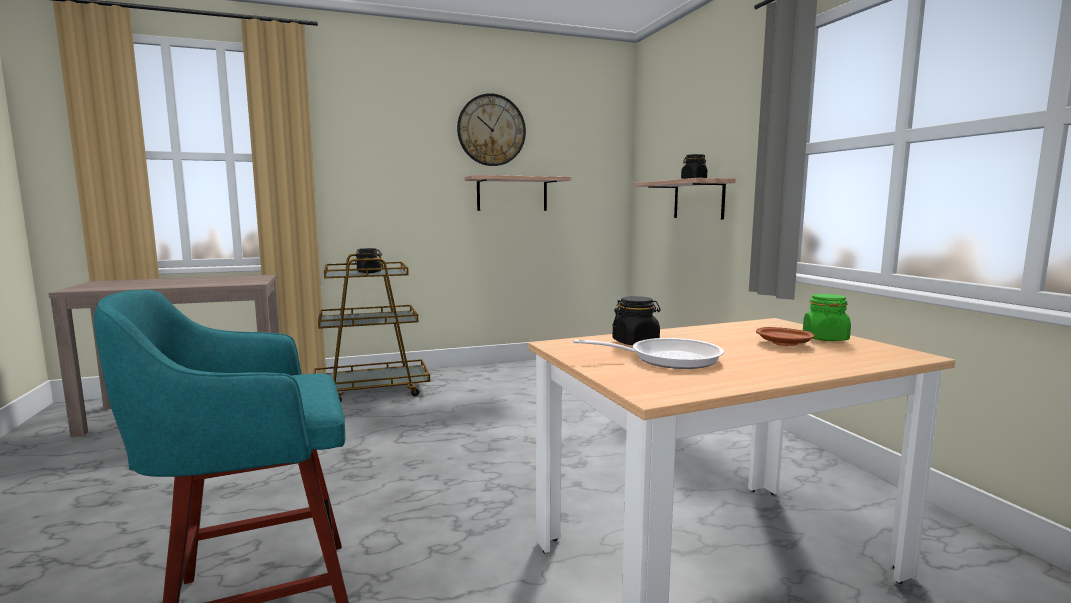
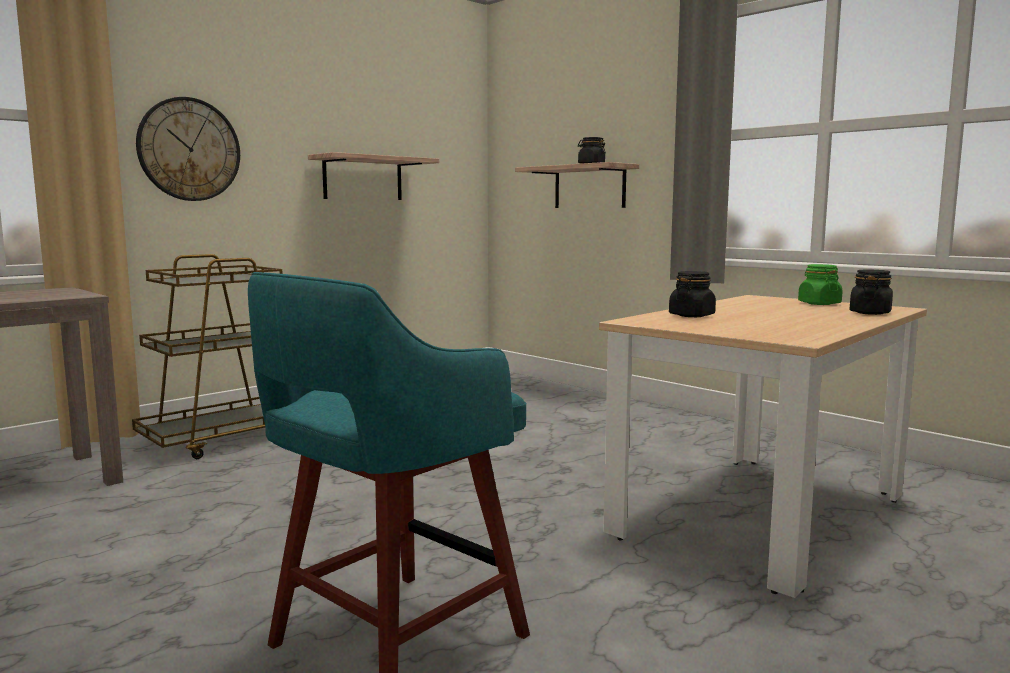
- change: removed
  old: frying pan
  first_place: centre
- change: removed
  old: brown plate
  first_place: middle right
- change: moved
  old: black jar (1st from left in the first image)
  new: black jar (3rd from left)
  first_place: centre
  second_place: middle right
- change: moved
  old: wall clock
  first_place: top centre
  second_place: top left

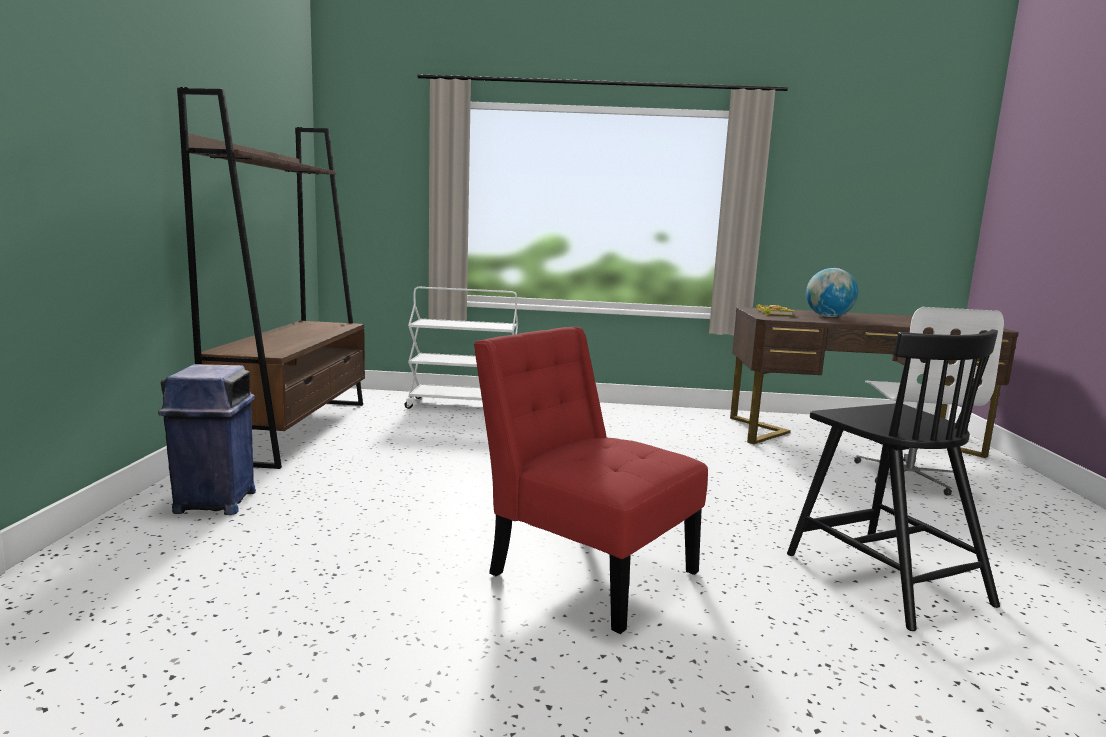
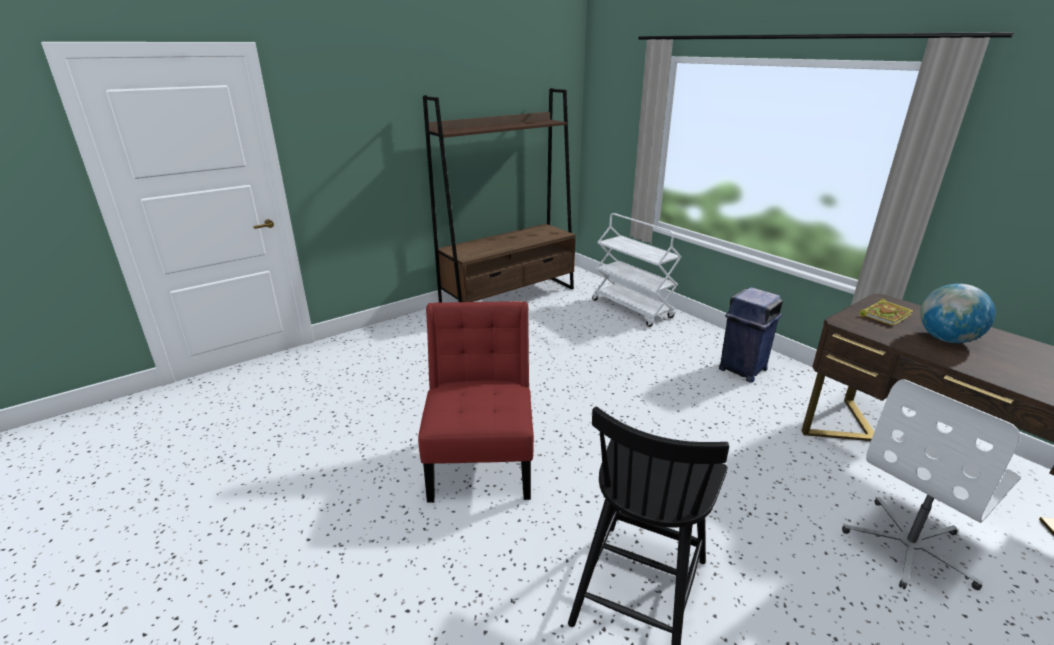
- change: moved
  old: blue trash can
  first_place: middle left
  second_place: middle right

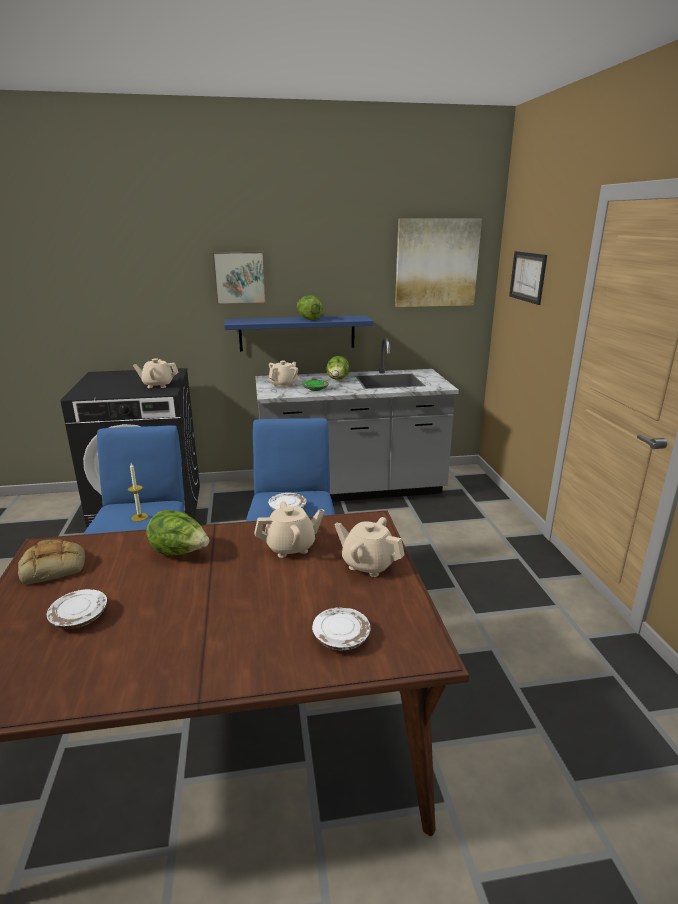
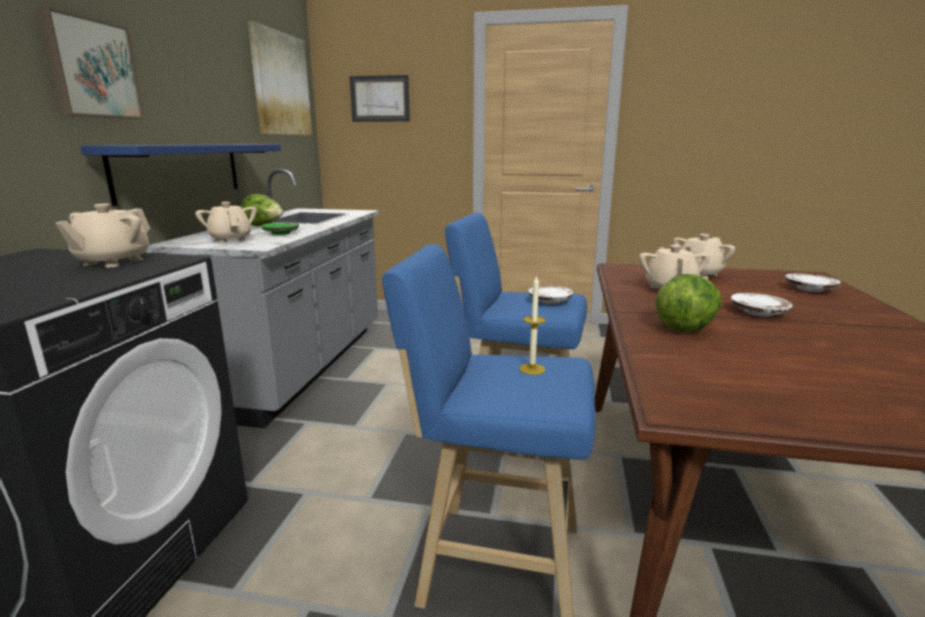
- change: removed
  old: bread
  first_place: middle left
- change: removed
  old: lettuce (2nd from left)
  first_place: centre
- change: moved
  old: white plate (1st from left in the first image)
  new: white plate (2nd from left)
  first_place: bottom left
  second_place: middle right

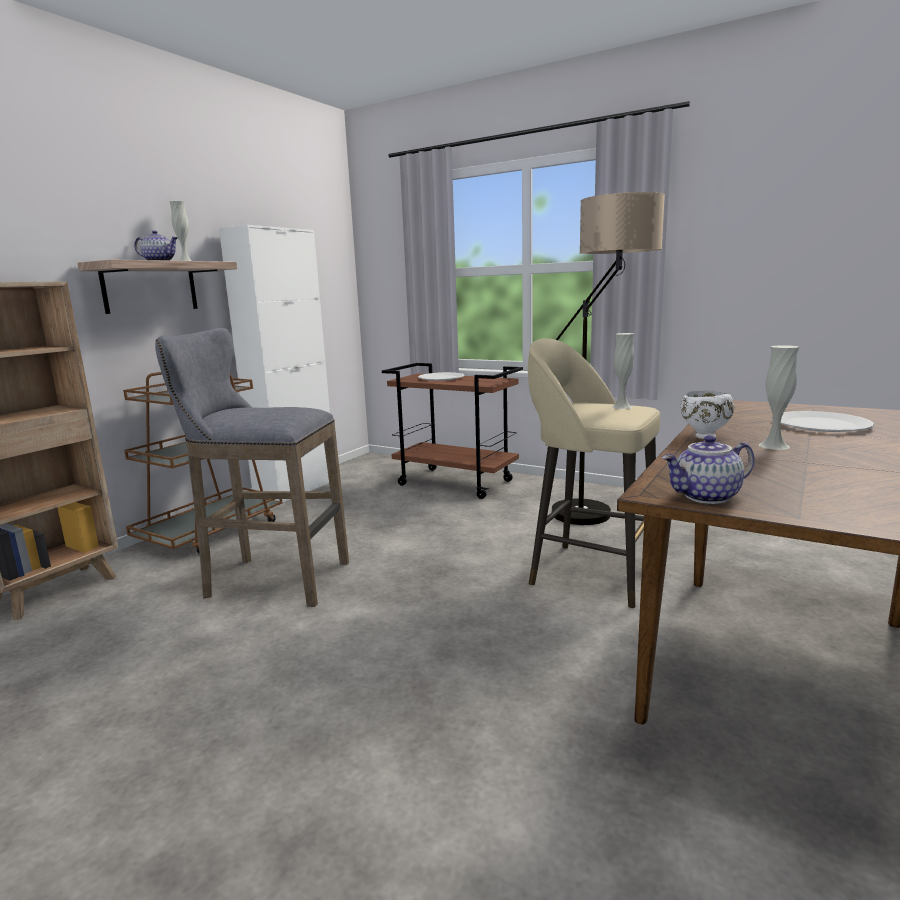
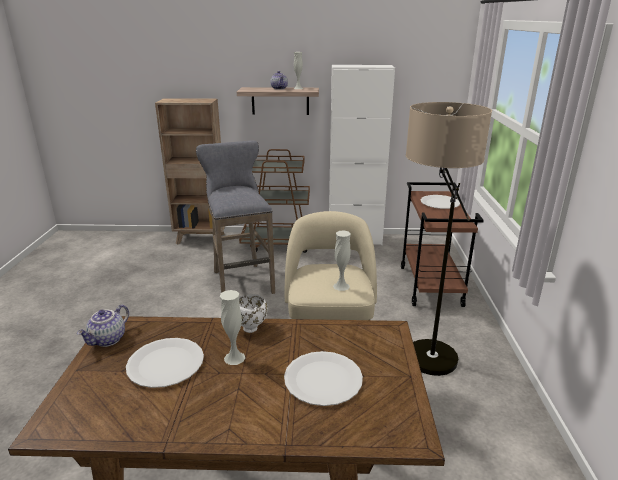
- change: added
  new: white plate (1st from left)
  second_place: bottom left
- change: turned
  old: teapot (2nd from left in the first image)
  first_place: middle right
  second_place: bottom left
  degrees: -105

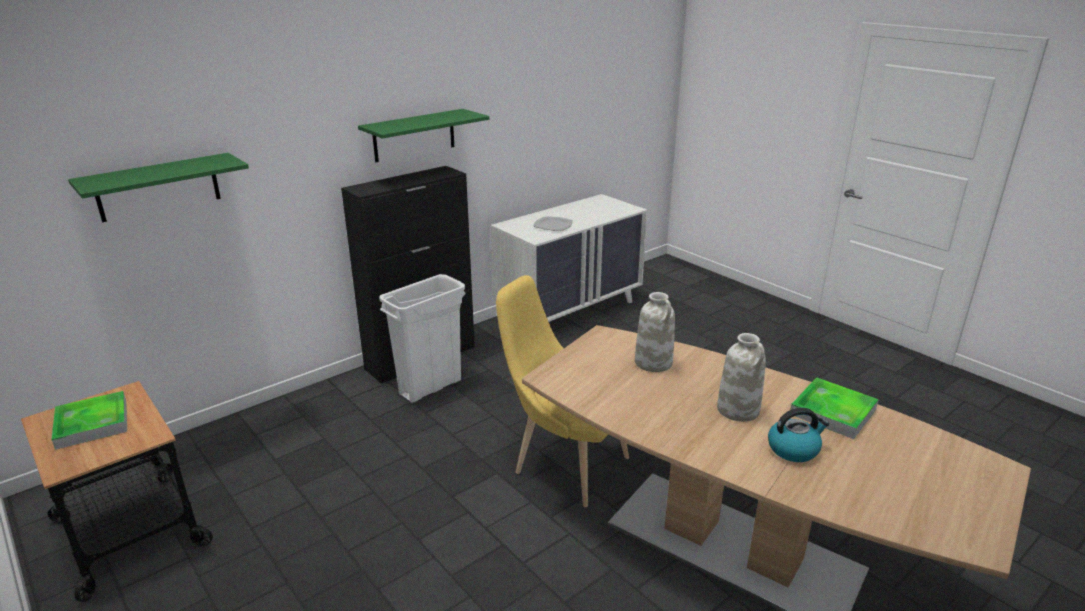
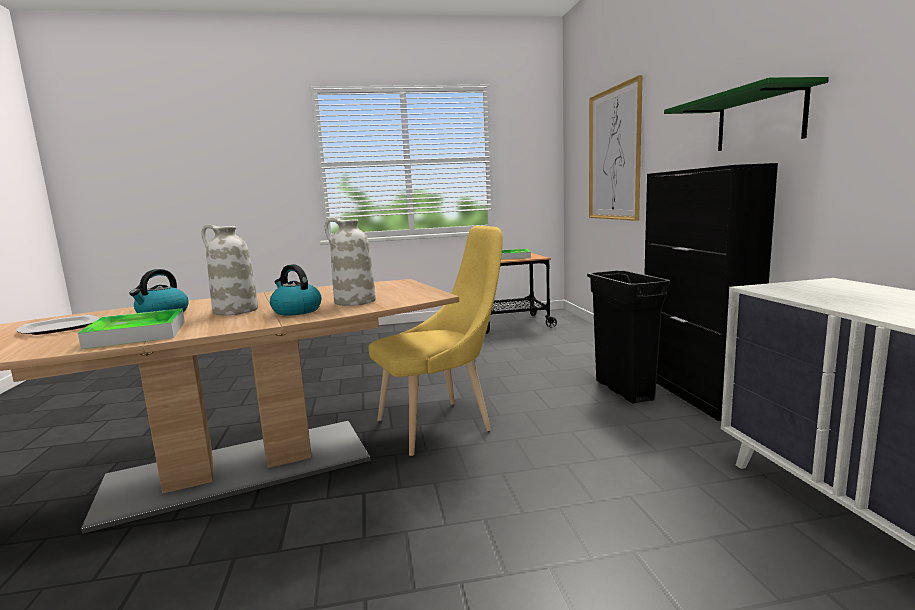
- change: added
  new: kettle (2nd from left)
  second_place: middle left
- change: moved
  old: plate
  first_place: centre
  second_place: middle left
- change: replaced
  old: green shelf (1st from left)
  new: picture
  first_place: top left
  second_place: top right
- change: recoloured
  old: white trash can
  new: black trash can
  first_place: centre
  second_place: middle right

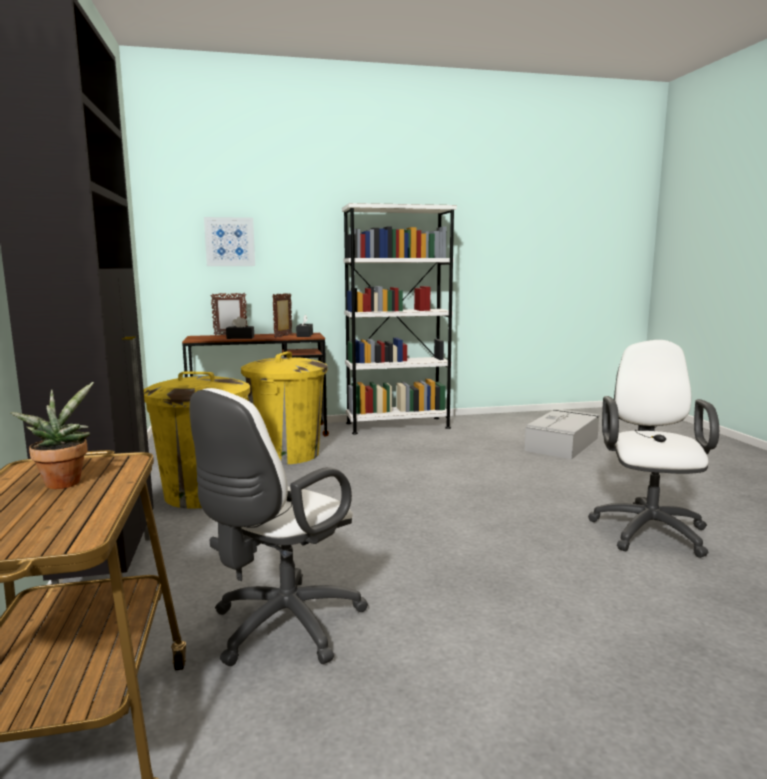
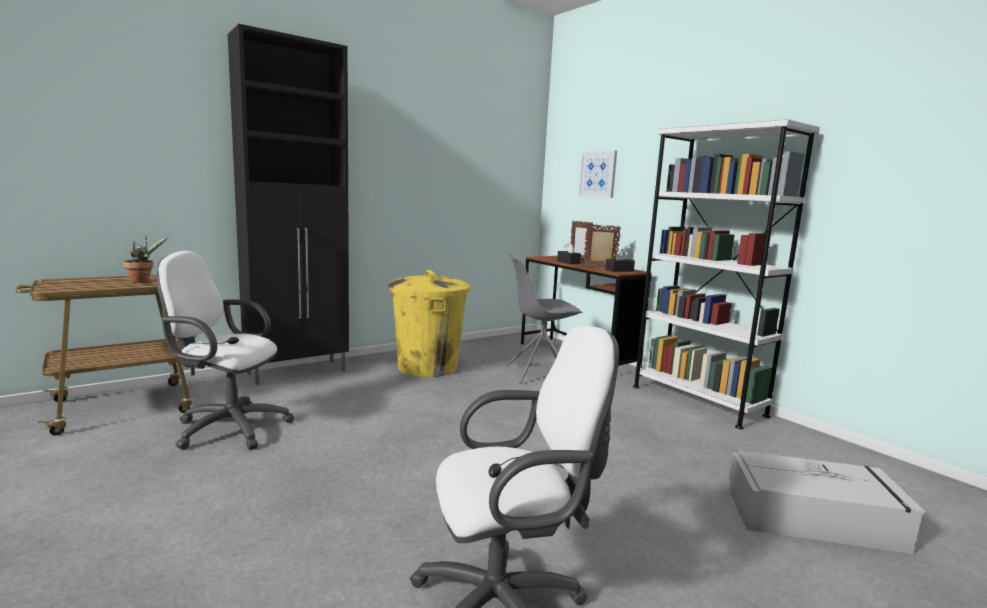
- change: replaced
  old: yellow trash can (2nd from left)
  new: grey chair
  first_place: centre
  second_place: centre

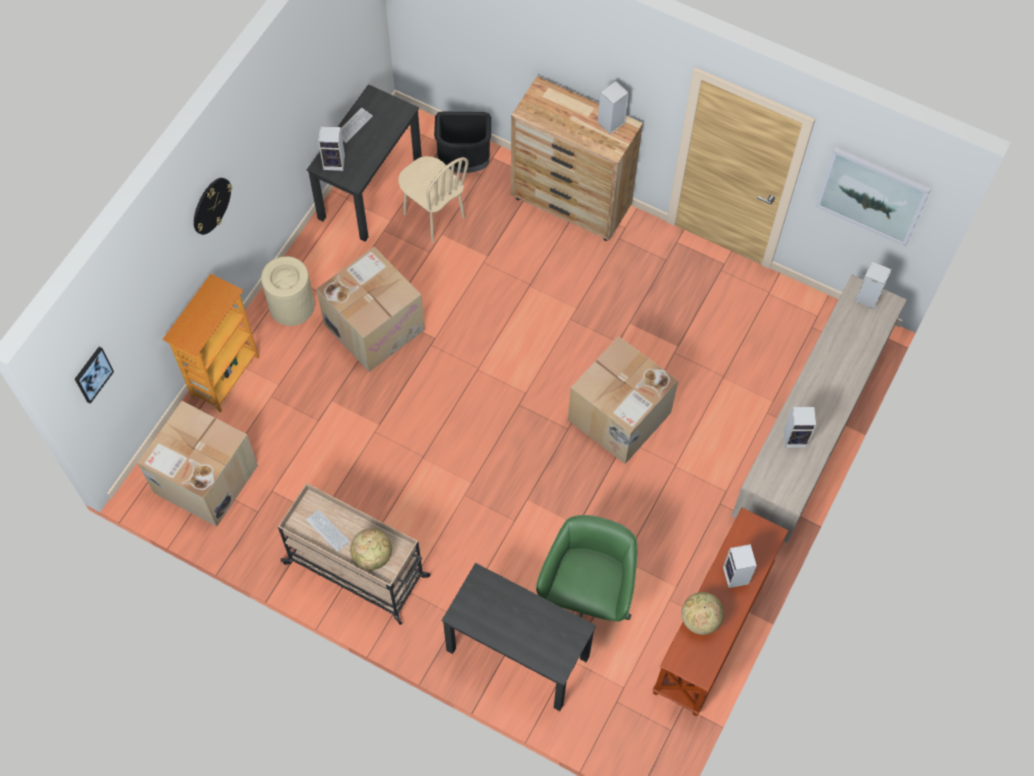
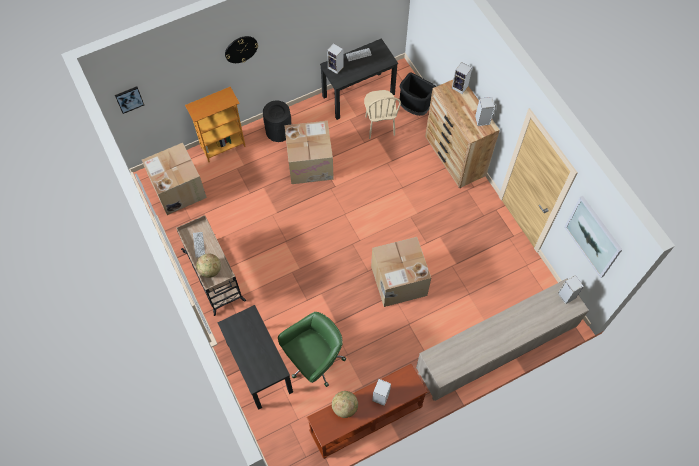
- change: moved
  old: speaker (4th from left in the first image)
  new: speaker (3rd from left)
  first_place: middle right
  second_place: top centre
- change: recoloured
  old: beige trash can
  new: black trash can (1st from left)
  first_place: middle left
  second_place: top centre

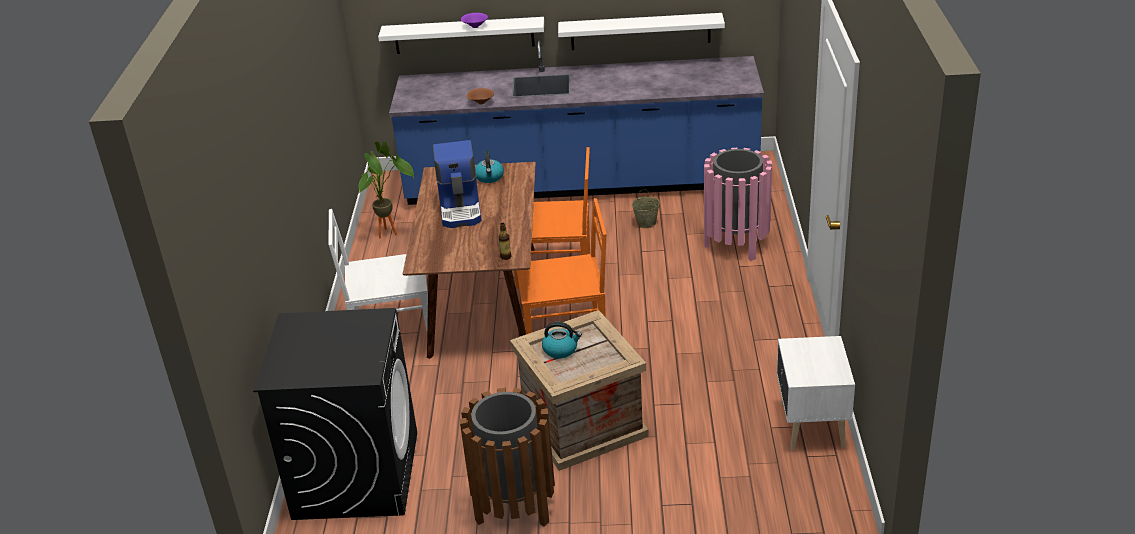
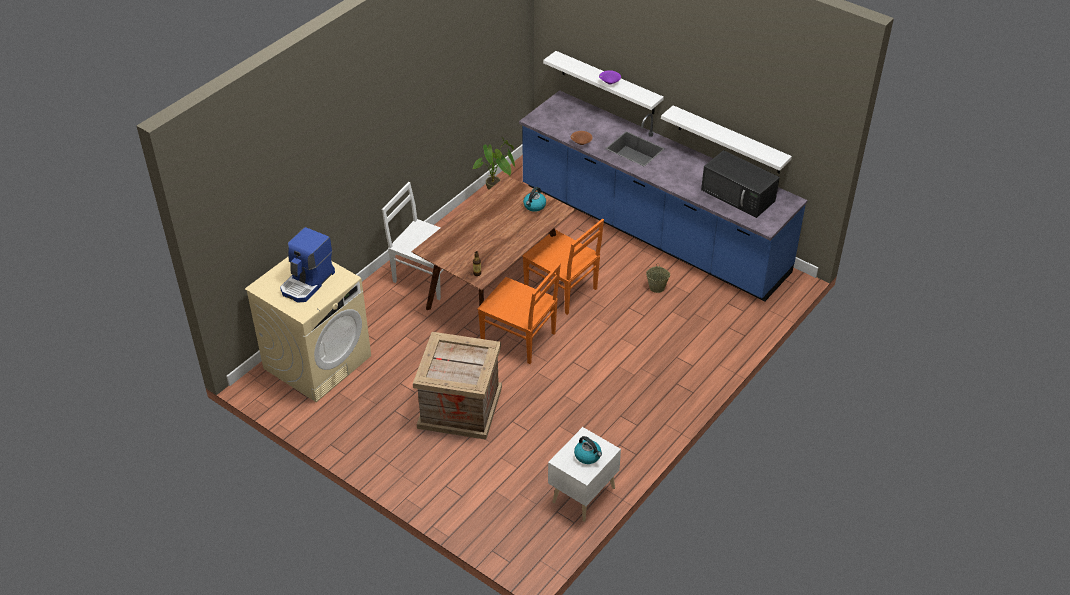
- change: removed
  old: brown trash can
  first_place: bottom centre
- change: removed
  old: pink trash can
  first_place: centre
- change: added
  new: black microwave
  second_place: top right
- change: moved
  old: coffee machine
  first_place: centre
  second_place: middle left
- change: moved
  old: kettle (2nd from left)
  first_place: centre
  second_place: bottom centre
- change: recoloured
  old: black washing machine
  new: beige washing machine
  first_place: bottom left
  second_place: middle left

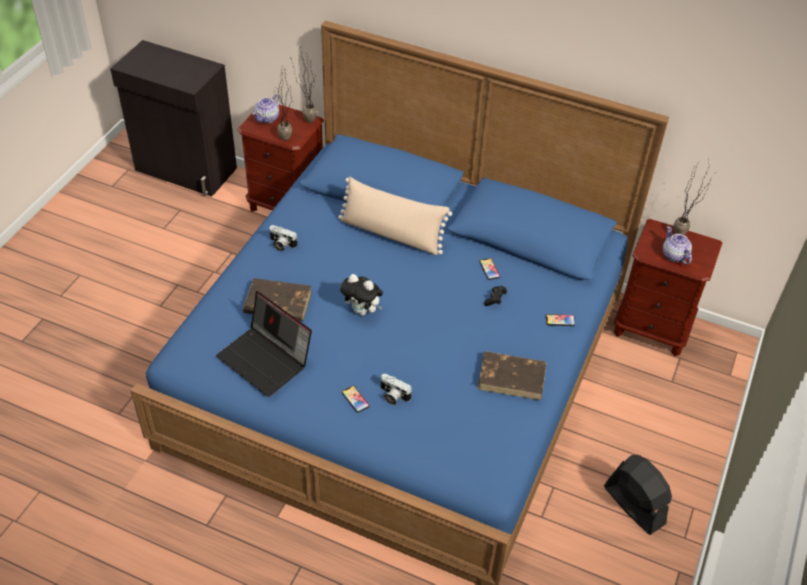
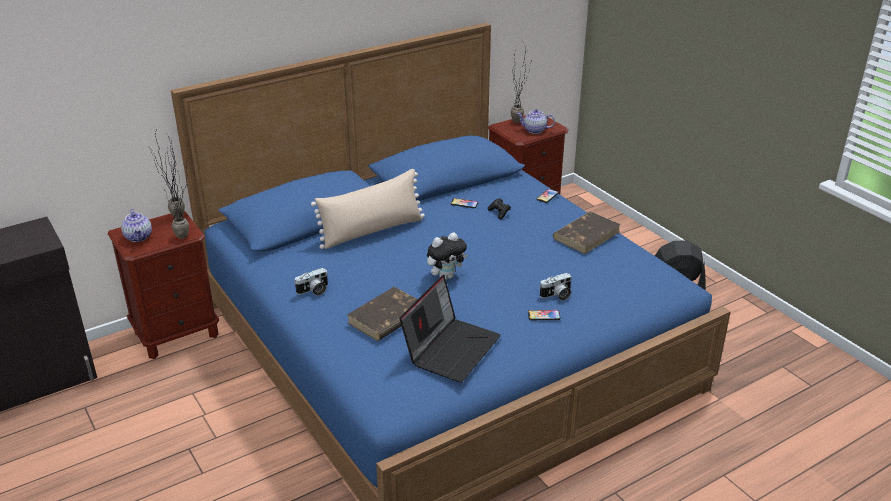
- change: turned
  old: laptop
  first_place: middle left
  second_place: centre
  degrees: -45

